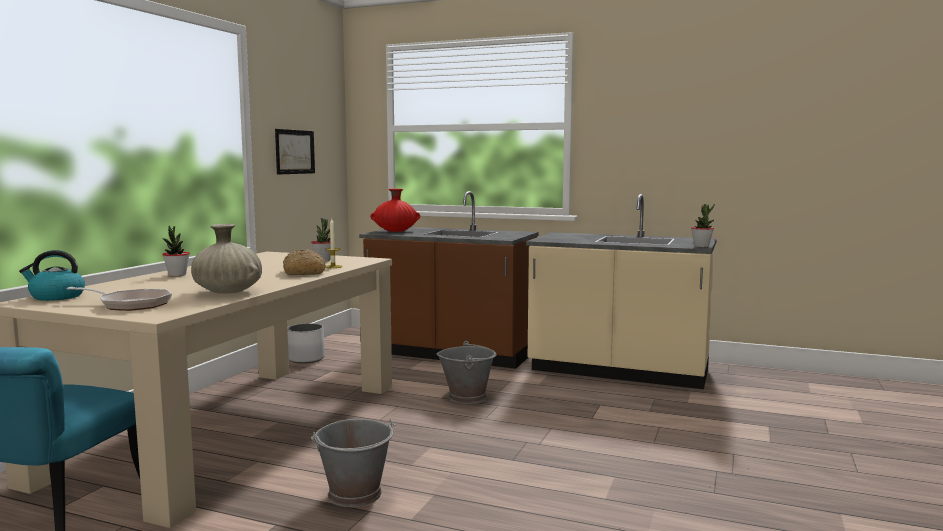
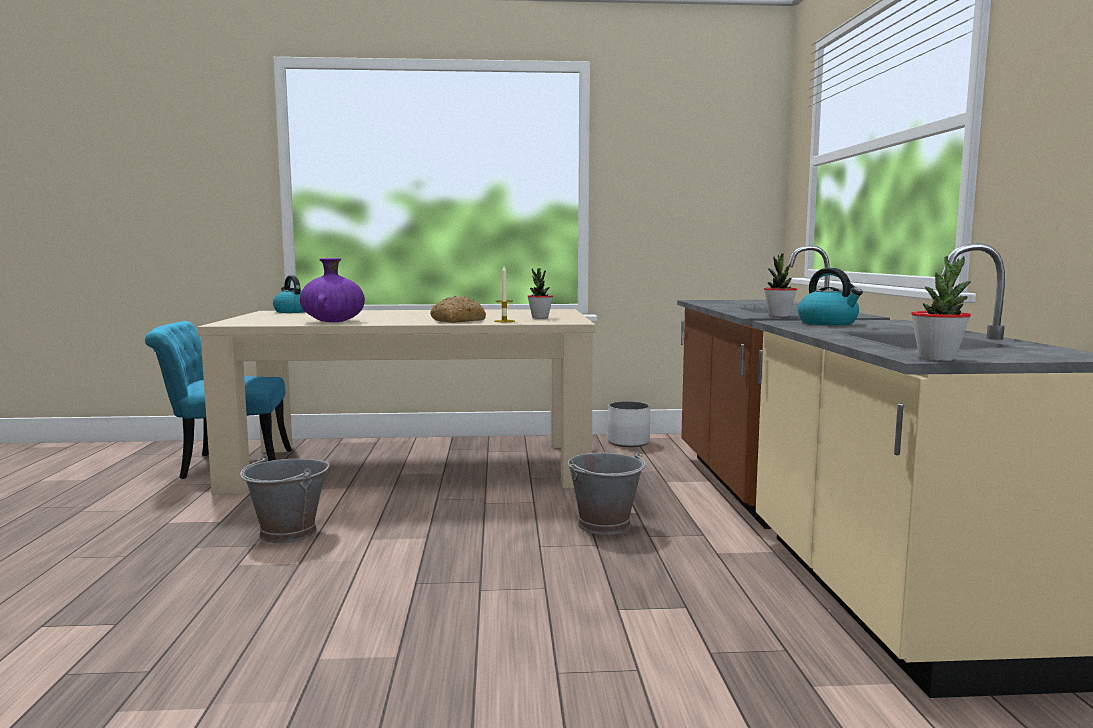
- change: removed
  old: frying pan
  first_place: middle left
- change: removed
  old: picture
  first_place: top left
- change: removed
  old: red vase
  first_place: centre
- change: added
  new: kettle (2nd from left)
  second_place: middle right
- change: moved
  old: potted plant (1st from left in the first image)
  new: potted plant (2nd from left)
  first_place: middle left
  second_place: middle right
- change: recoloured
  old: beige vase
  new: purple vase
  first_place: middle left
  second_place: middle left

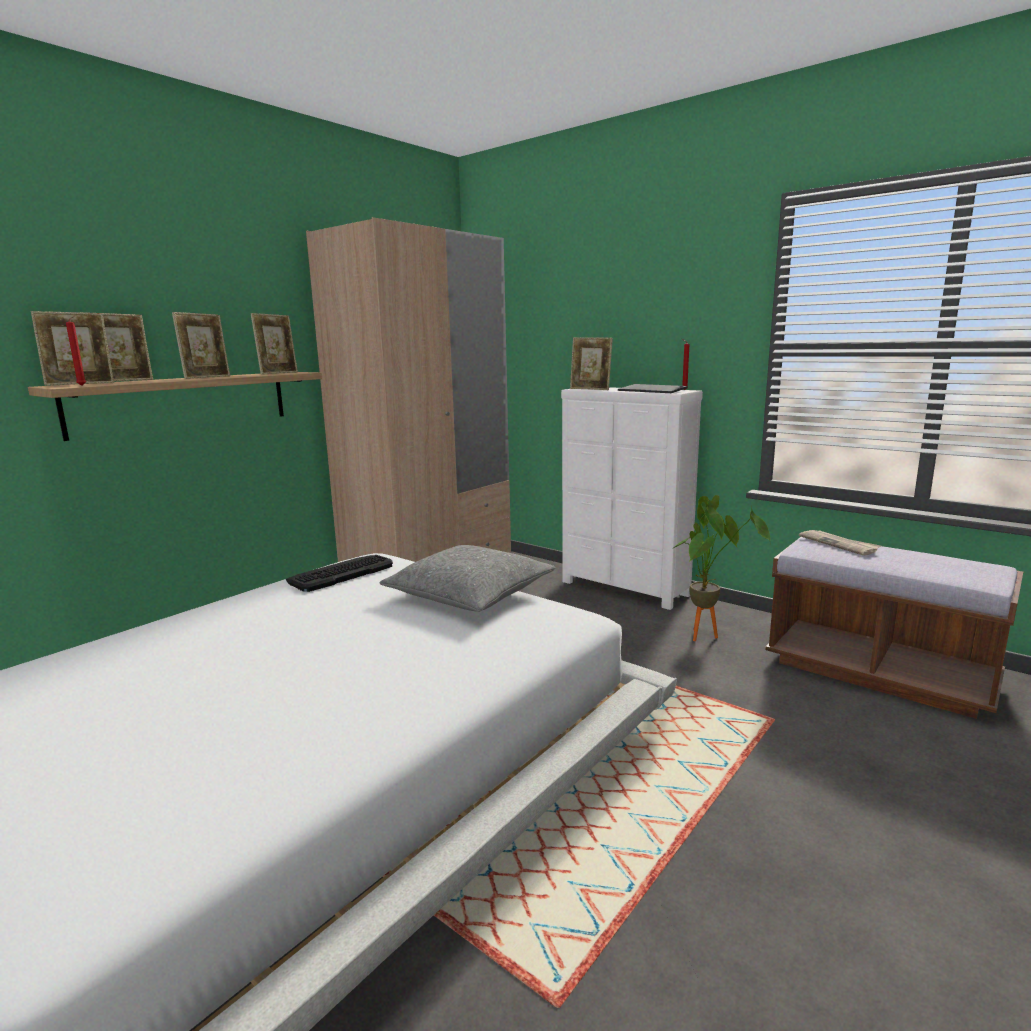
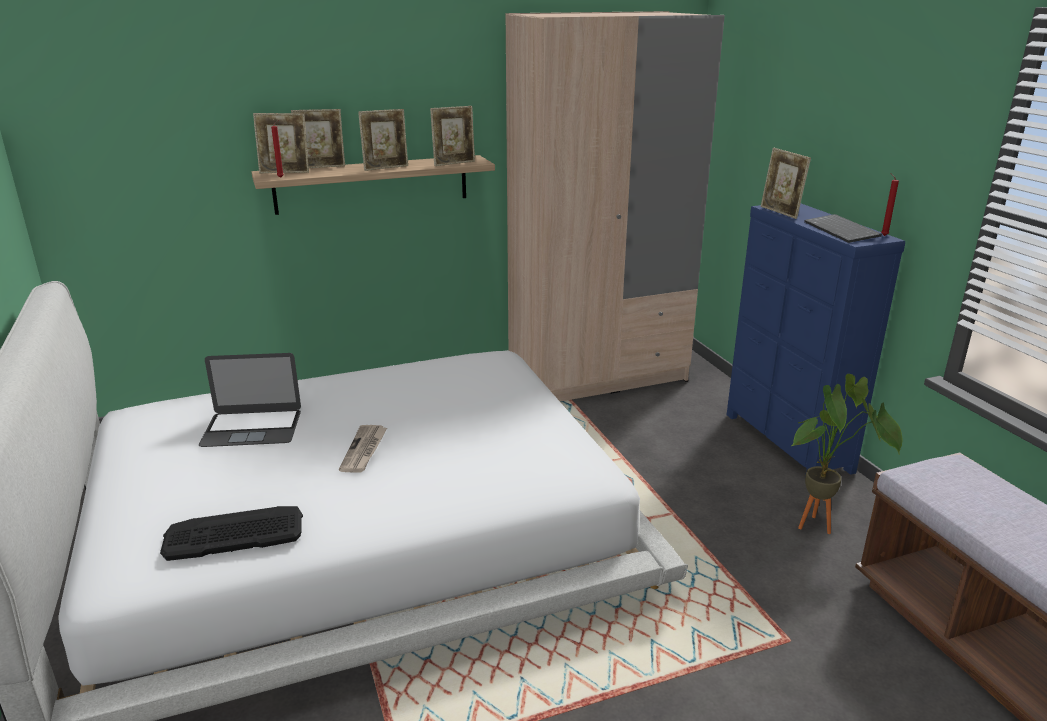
- change: removed
  old: grey pillow
  first_place: centre
- change: added
  new: laptop
  second_place: middle left
- change: moved
  old: keyboard (1st from left)
  first_place: middle left
  second_place: bottom left
- change: moved
  old: newspaper
  first_place: middle right
  second_place: centre
- change: recoloured
  old: white dresser
  new: blue dresser
  first_place: centre
  second_place: middle right

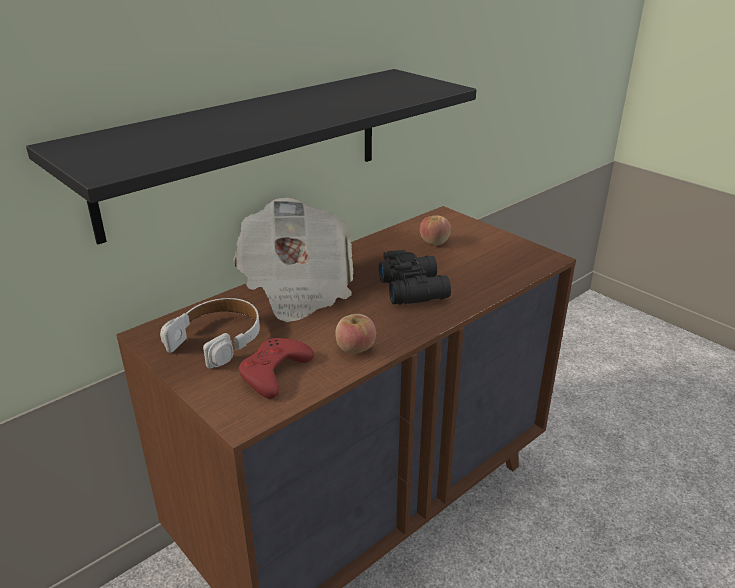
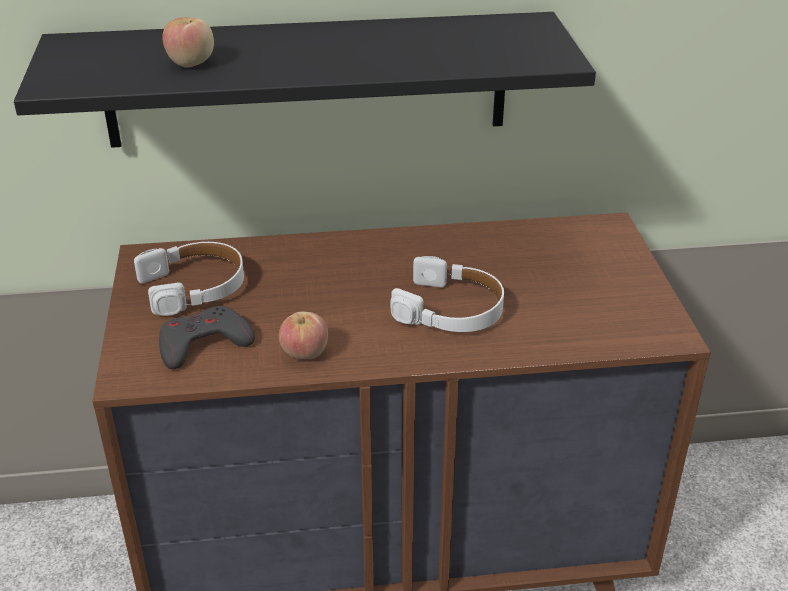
- change: removed
  old: newspaper
  first_place: centre
- change: moved
  old: apple (2nd from left in the first image)
  new: apple (1st from left)
  first_place: centre
  second_place: top left
- change: replaced
  old: black binoculars
  new: white headphones (2nd from left)
  first_place: centre
  second_place: centre
- change: recoloured
  old: red game controller
  new: grey game controller
  first_place: centre
  second_place: middle left

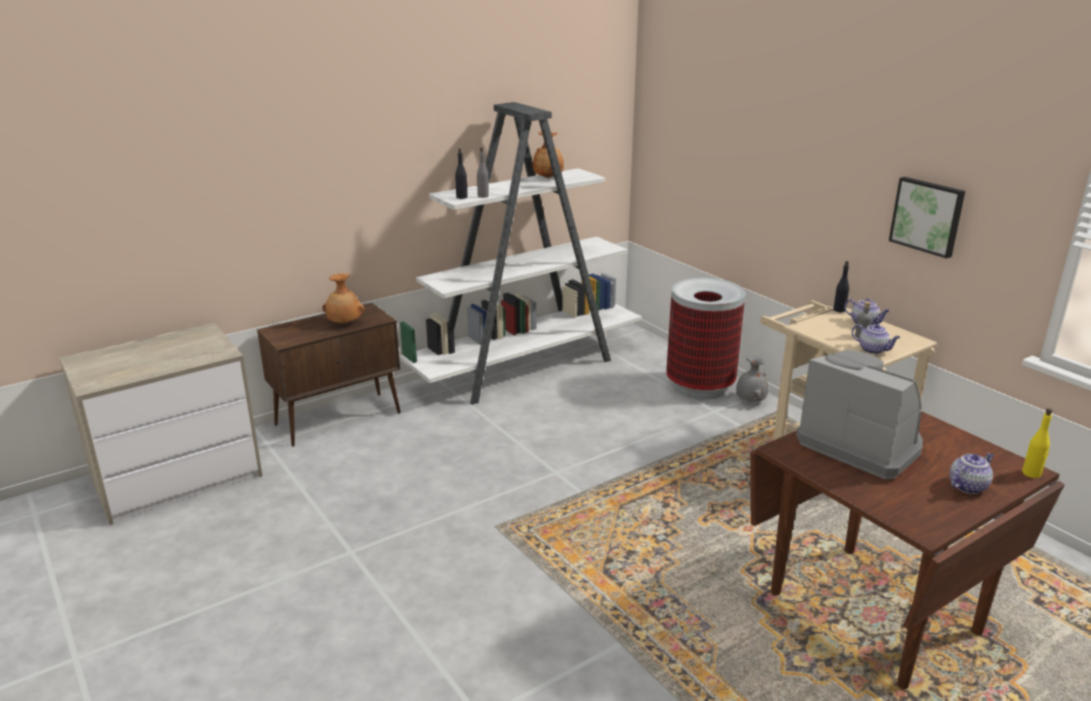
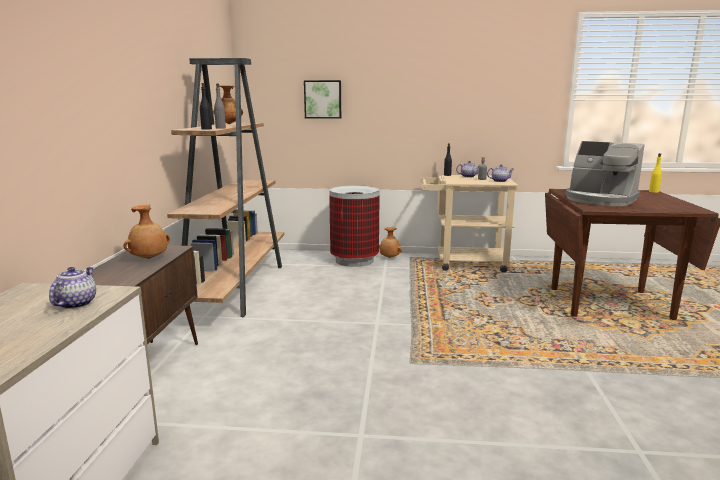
- change: moved
  old: picture
  first_place: top right
  second_place: top centre
- change: moved
  old: teapot (3rd from left in the first image)
  new: teapot (1st from left)
  first_place: bottom right
  second_place: middle left
- change: recoloured
  old: white bookcase
  new: brown bookcase
  first_place: centre
  second_place: middle left
- change: recoloured
  old: grey vase
  new: brown vase (3rd from left)
  first_place: middle right
  second_place: centre
- change: turned
  old: coffee machine
  first_place: middle right
  second_place: middle right
  degrees: -135

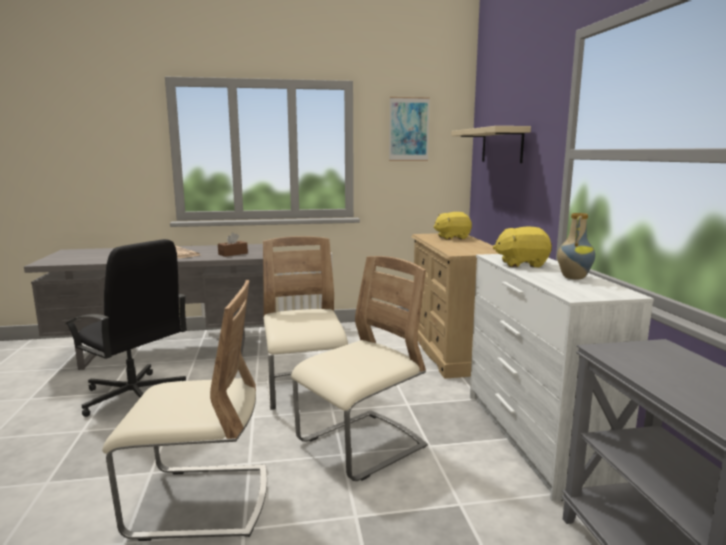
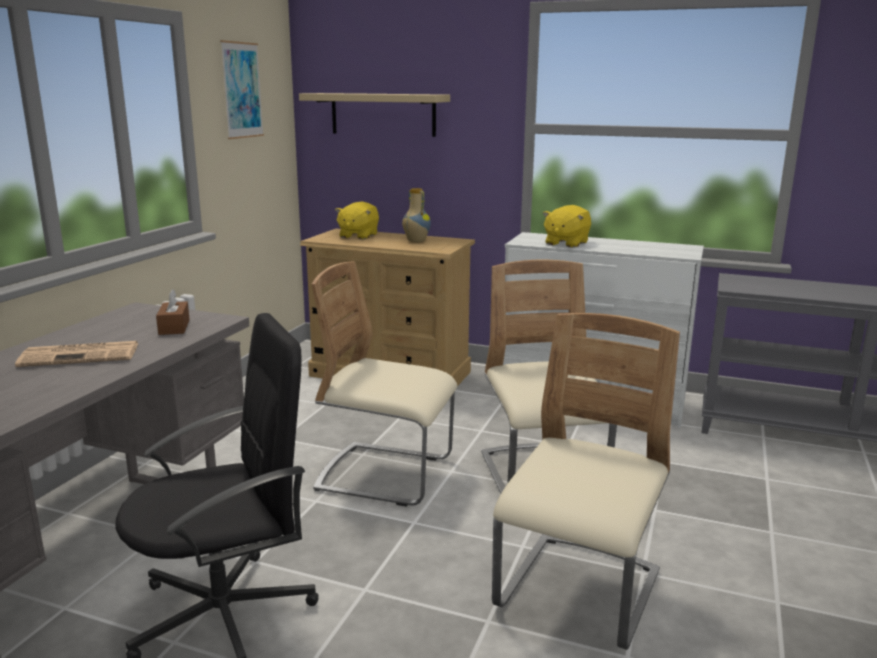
- change: moved
  old: vase
  first_place: middle right
  second_place: top centre

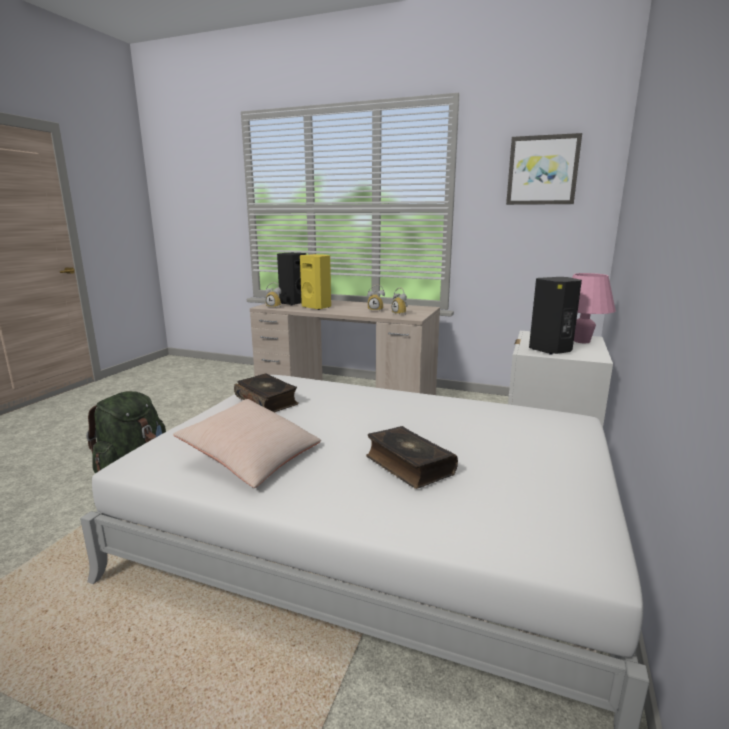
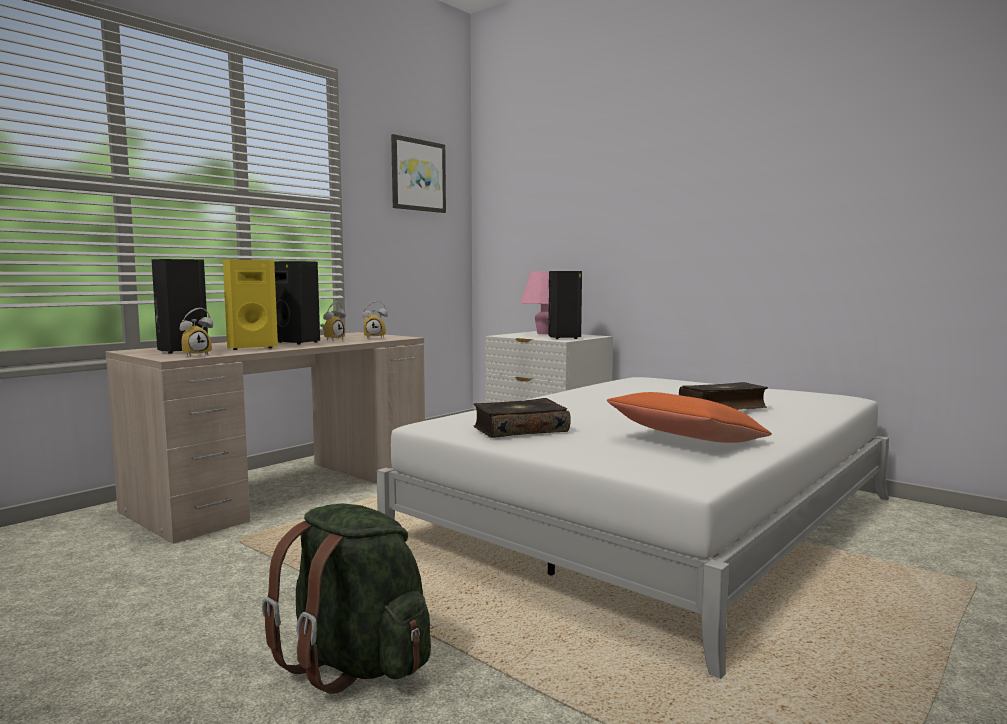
- change: added
  new: black speaker (2nd from left)
  second_place: middle left
- change: recoloured
  old: beige pillow
  new: orange pillow
  first_place: centre
  second_place: middle right

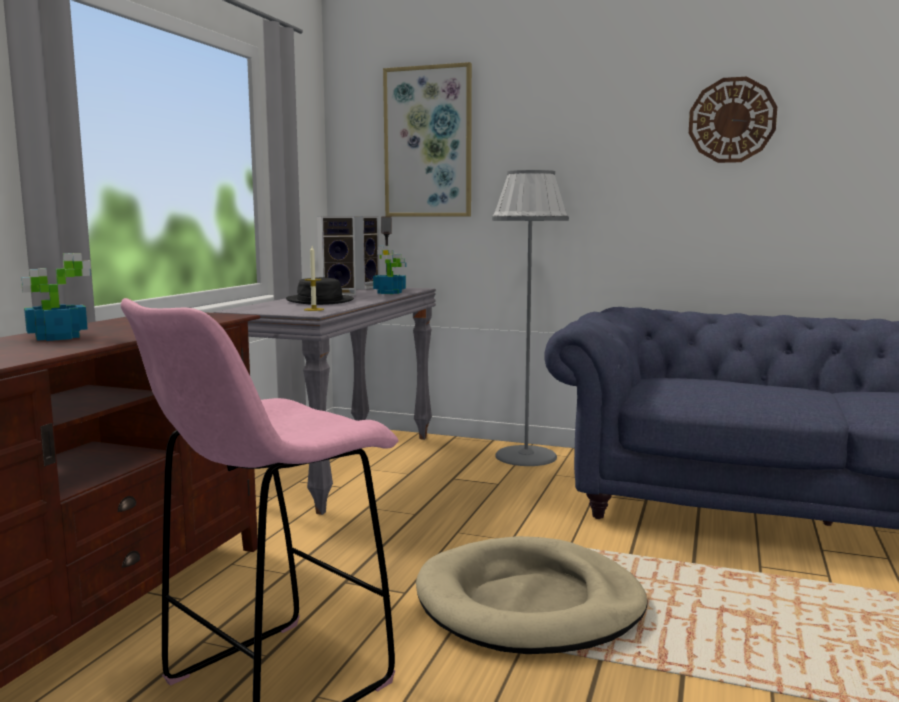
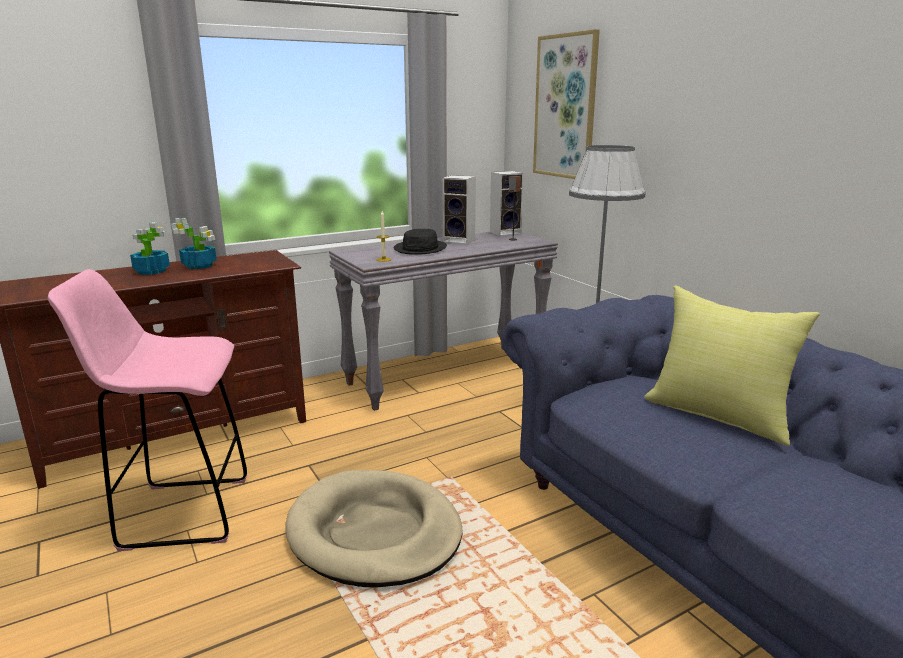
- change: removed
  old: wall clock
  first_place: top right
- change: added
  new: yellow pillow
  second_place: middle right
- change: moved
  old: potted plant (2nd from left)
  first_place: centre
  second_place: middle left

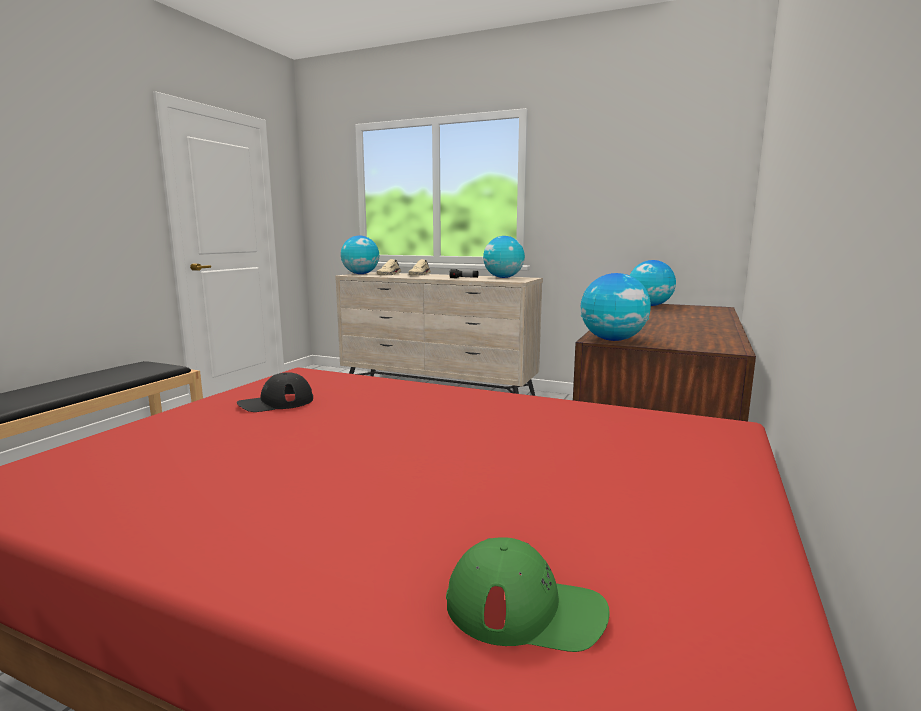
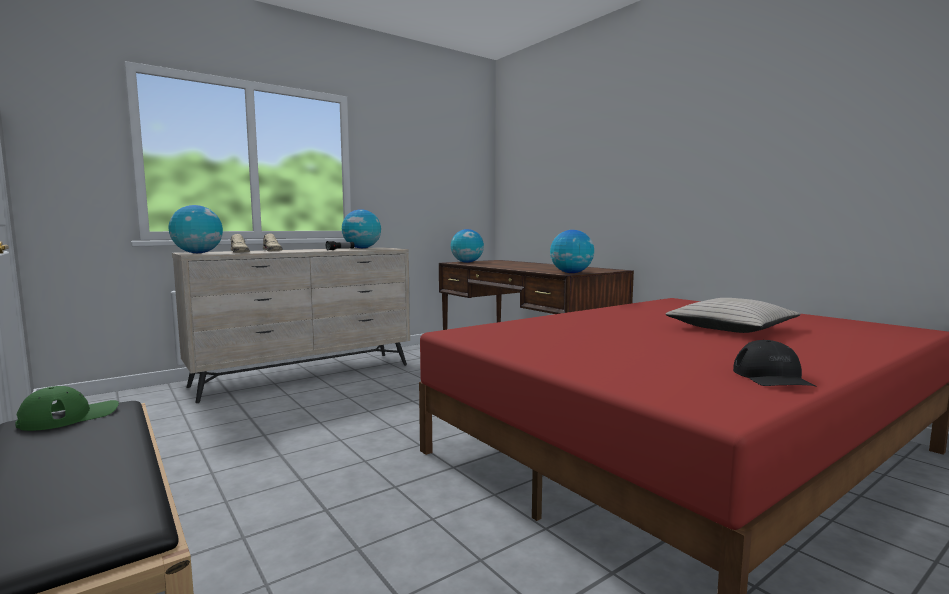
- change: added
  new: beige pillow
  second_place: middle right
- change: moved
  old: black cap
  first_place: middle left
  second_place: middle right
- change: moved
  old: green cap
  first_place: bottom centre
  second_place: bottom left

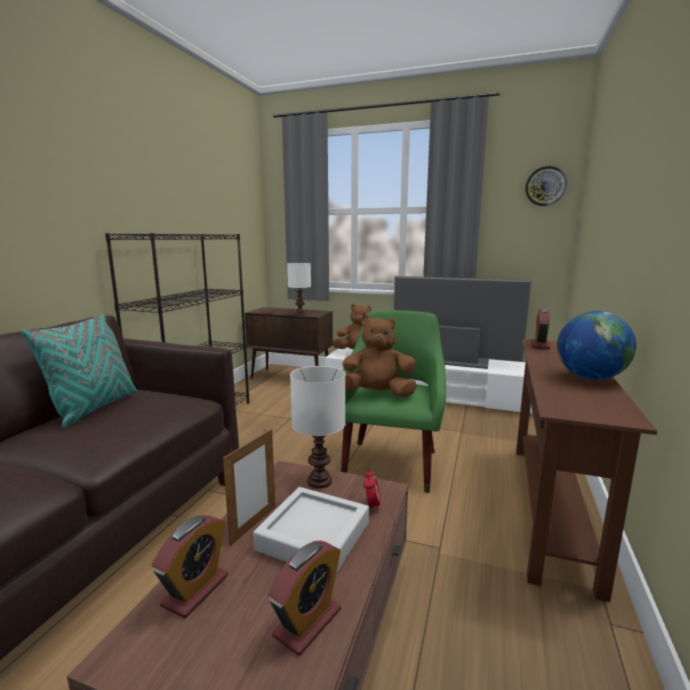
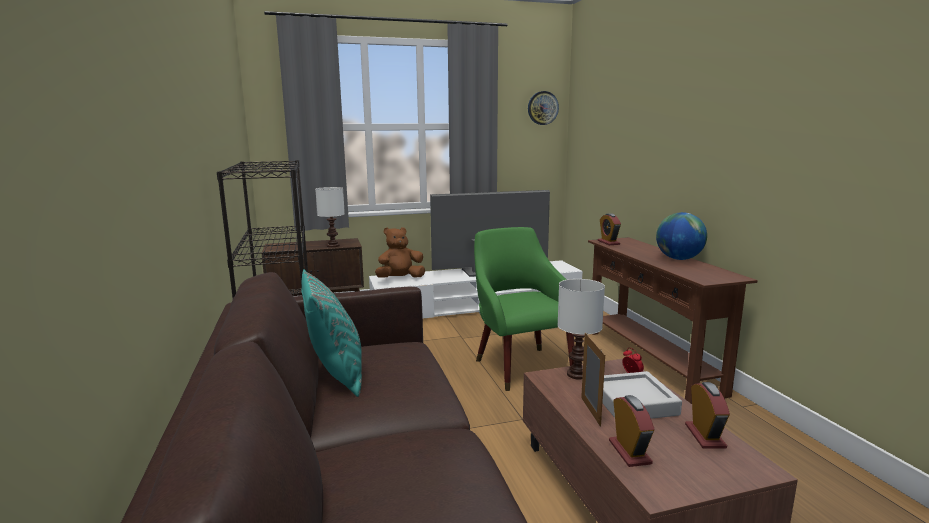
- change: removed
  old: brown plush toy (2nd from left)
  first_place: centre

